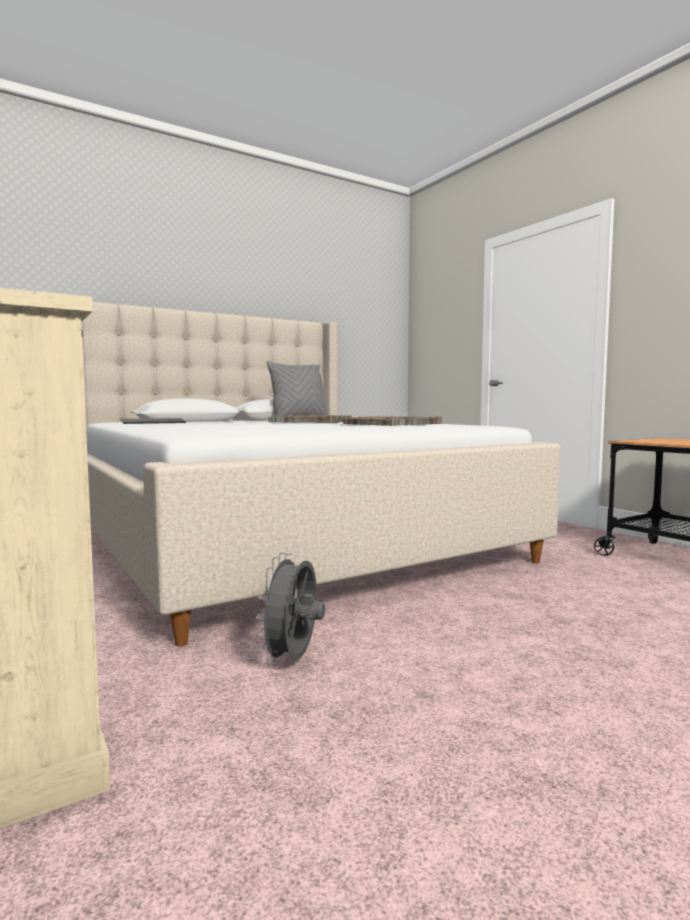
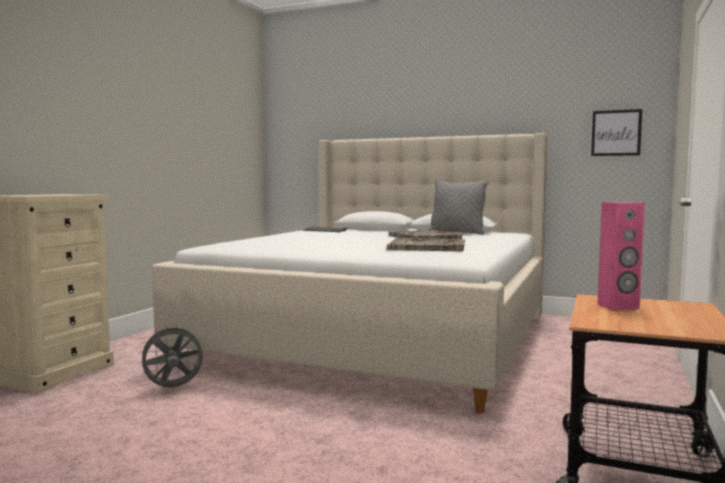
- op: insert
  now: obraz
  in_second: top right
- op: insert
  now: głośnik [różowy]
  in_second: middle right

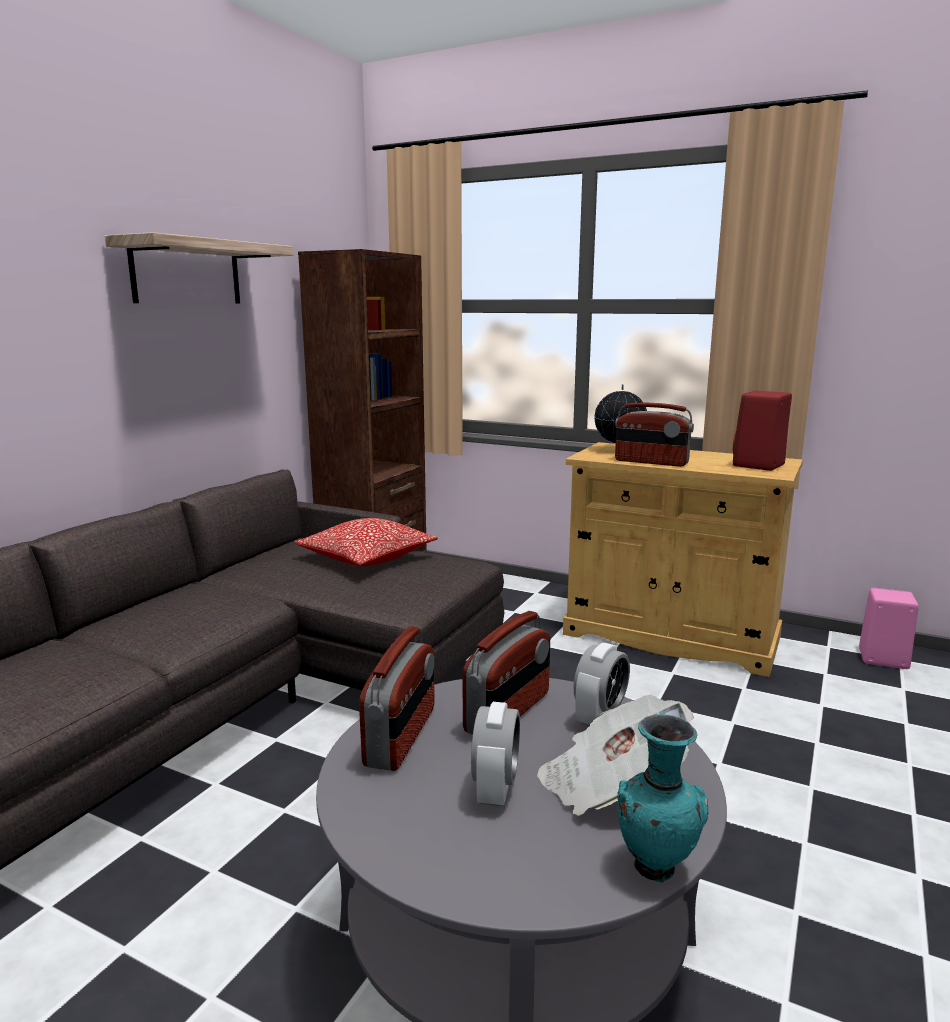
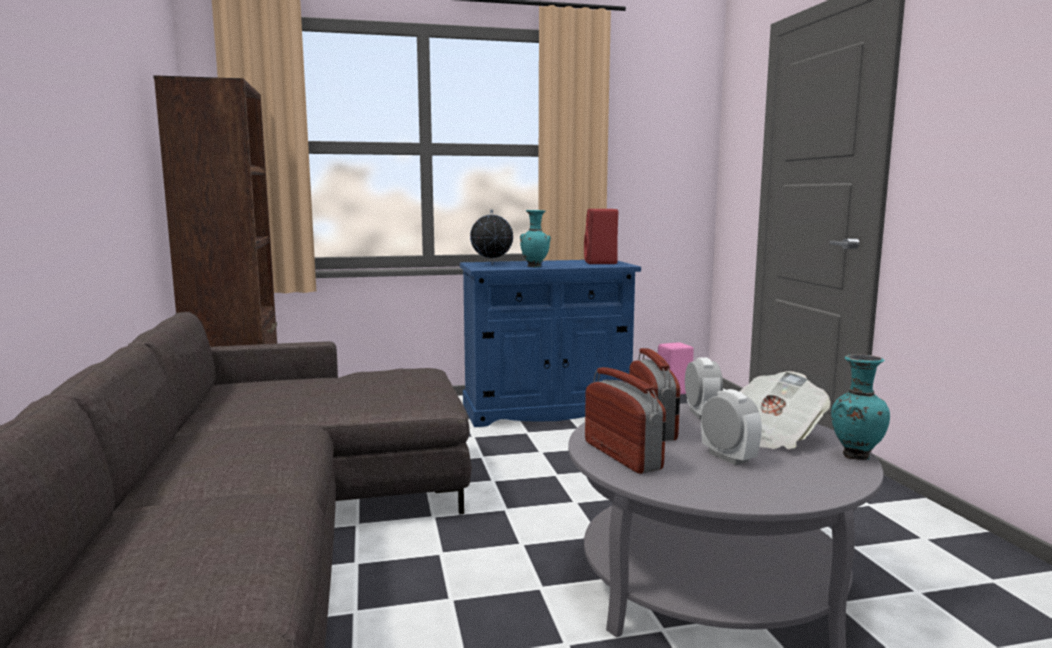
- op: delete
  was: półka
  in_first: top left
- op: delete
  was: poduszka
  in_first: centre
- op: replace
  was: radio (3rd from left)
  now: wazon [turkusowy] (1st from left)
  in_first: middle right
  in_second: centre
- op: recolor
  was: szafka [beżowy]
  now: szafka [niebieski]
  in_first: middle right
  in_second: centre

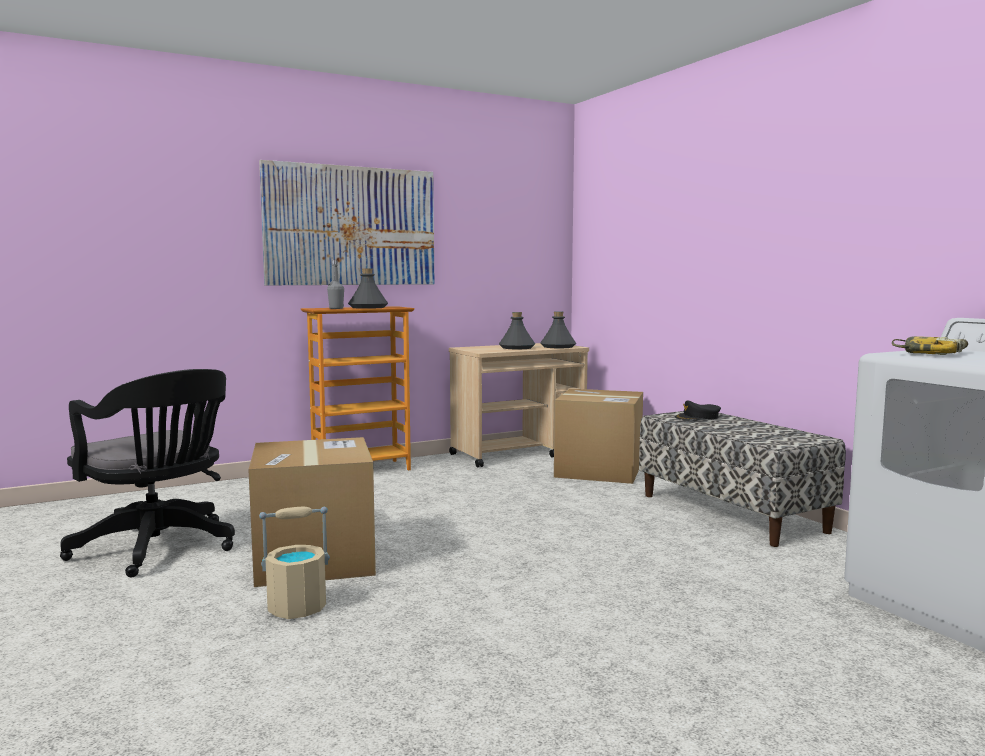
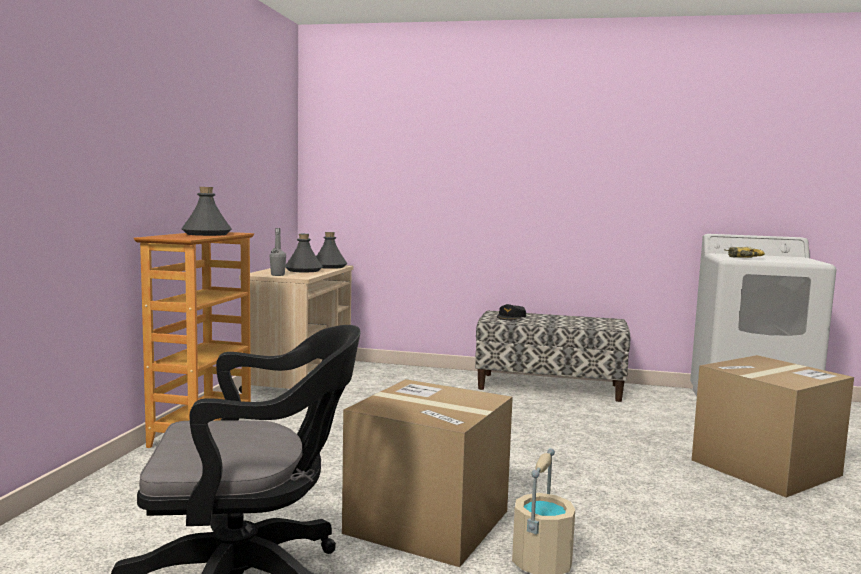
- op: delete
  was: obraz
  in_first: top centre
- op: move
  was: butelka [szary] (1st from left in the first image)
  now: butelka [szary] (2nd from left)
  in_first: centre
  in_second: middle left
- op: move
  was: karton (2nd from left)
  in_first: centre
  in_second: bottom right

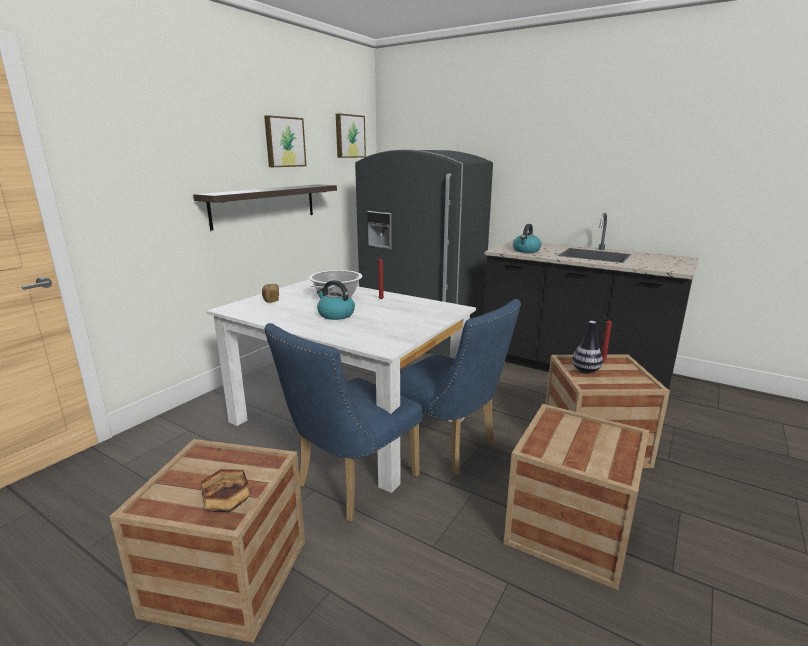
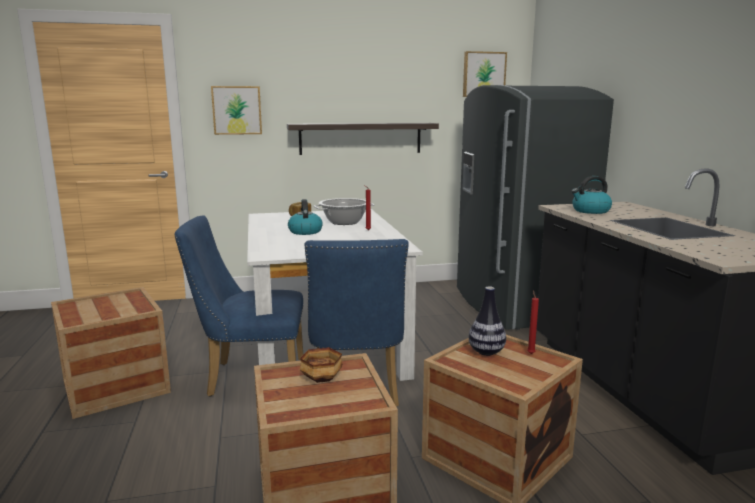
- op: move
  was: miska
  in_first: bottom left
  in_second: bottom centre
- op: move
  was: obraz (1st from left)
  in_first: top centre
  in_second: top left

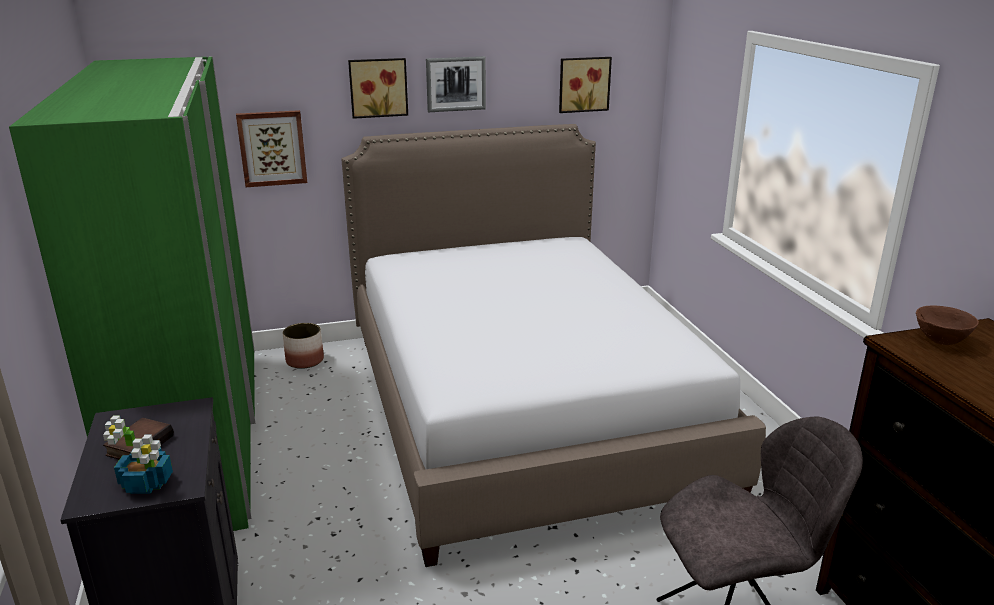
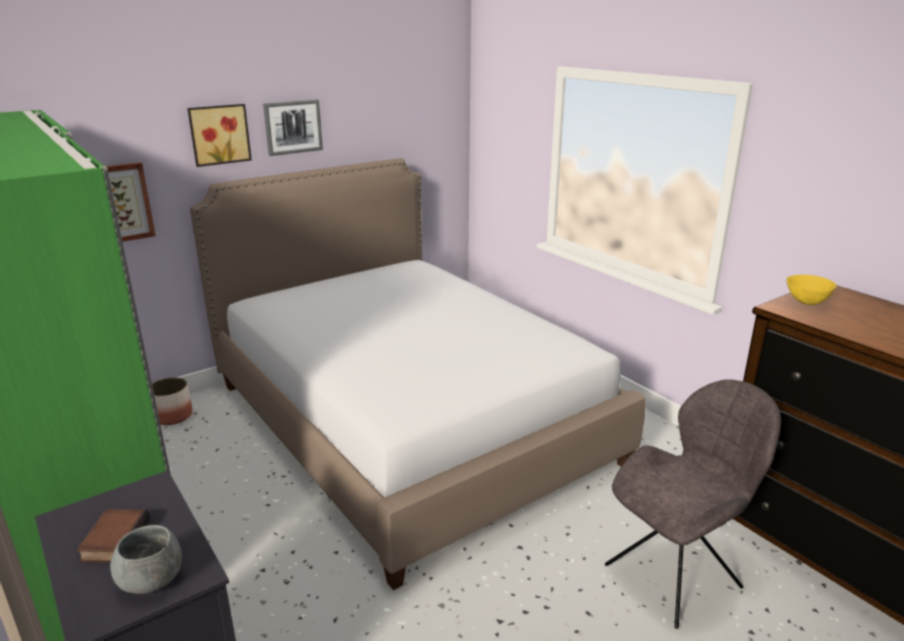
- op: delete
  was: obraz (4th from left)
  in_first: top centre
- op: replace
  was: roślina doniczkowa
  now: miska [szary]
  in_first: bottom left
  in_second: bottom left
- op: recolor
  was: miska [brązowy]
  now: miska [żółty]
  in_first: middle right
  in_second: middle right

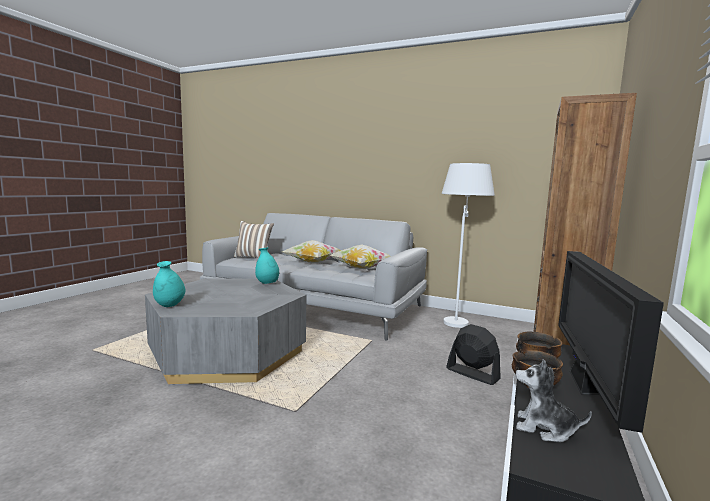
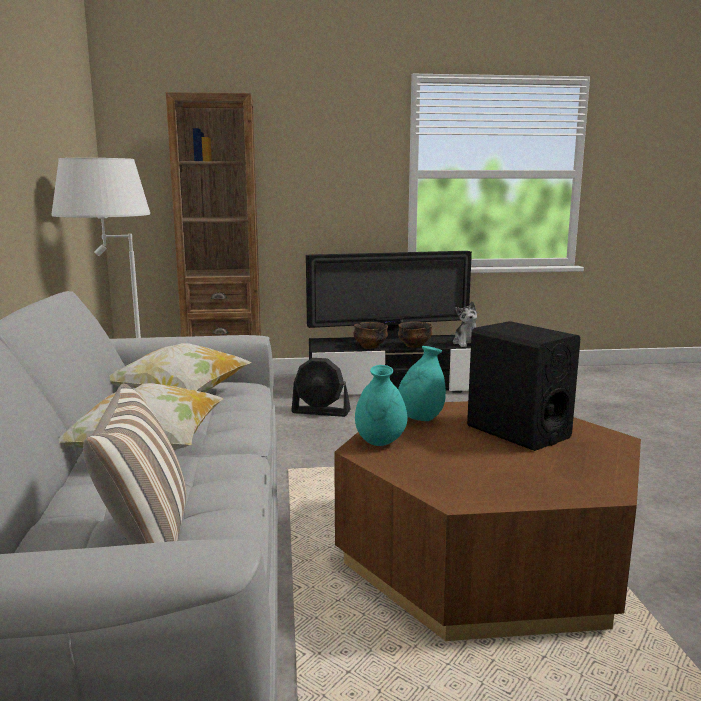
- op: insert
  now: głośnik [czarny]
  in_second: middle right
- op: move
  was: wazon [turkusowy] (1st from left in the first image)
  now: wazon [turkusowy] (2nd from left)
  in_first: middle left
  in_second: centre
- op: recolor
  was: ława [szary]
  now: ława [brązowy]
  in_first: middle left
  in_second: bottom right
- op: rotate
  was: wentylator [czarny]
  in_first: bottom centre
  in_second: centre
  clockwise: -90

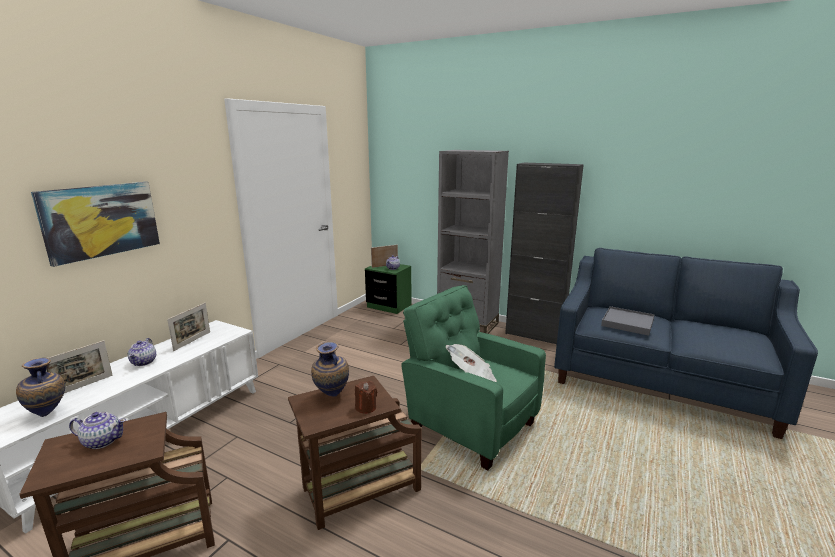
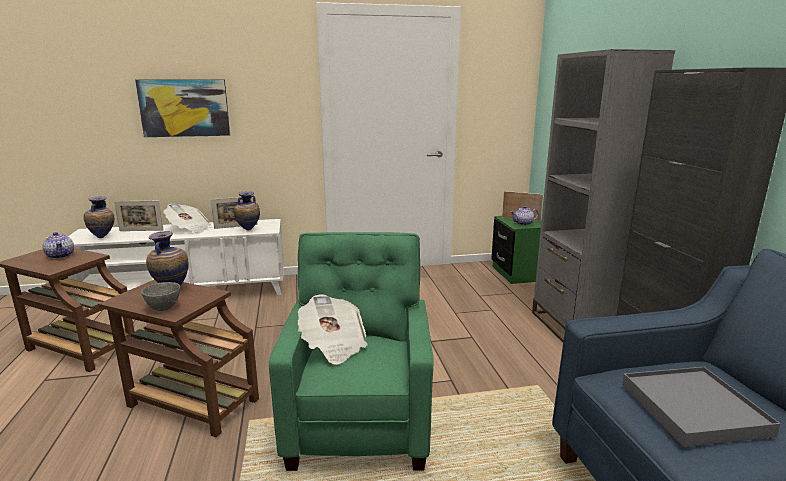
- op: insert
  now: wazon (3rd from left)
  in_second: middle left
- op: replace
  was: imbryk (2nd from left)
  now: gazeta (1st from left)
  in_first: middle left
  in_second: middle left
- op: replace
  was: świeca [brązowy]
  now: miska [szary]
  in_first: bottom centre
  in_second: middle left

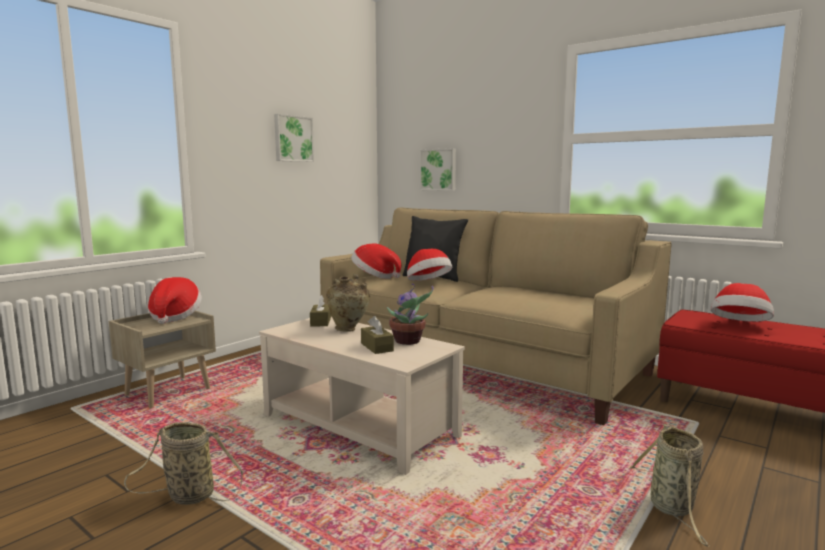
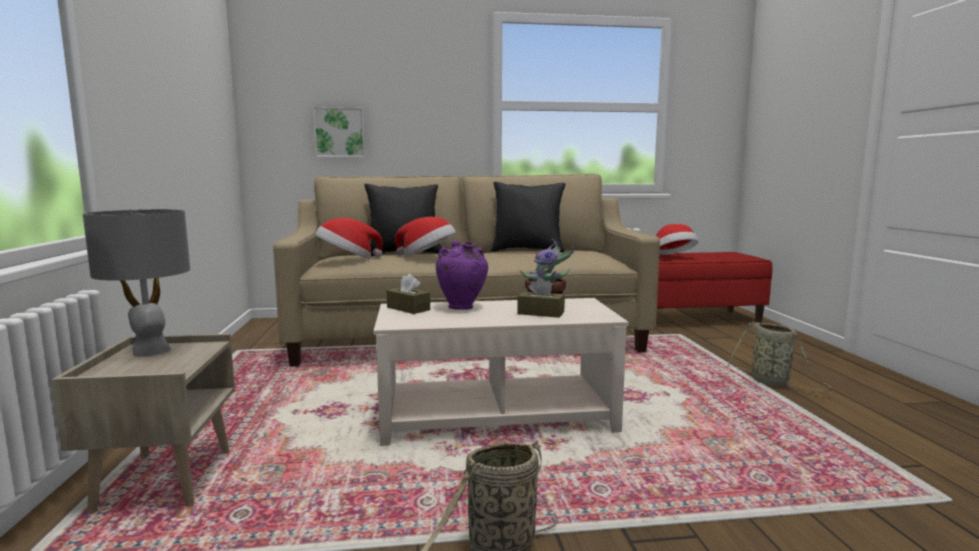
- op: delete
  was: obraz (1st from left)
  in_first: top centre
- op: insert
  now: poduszka [czarny] (2nd from left)
  in_second: centre
- op: replace
  was: kapelusz (1st from left)
  now: lampa stołowa [szary]
  in_first: middle left
  in_second: middle left
- op: recolor
  was: wazon [beżowy]
  now: wazon [fioletowy]
  in_first: centre
  in_second: centre

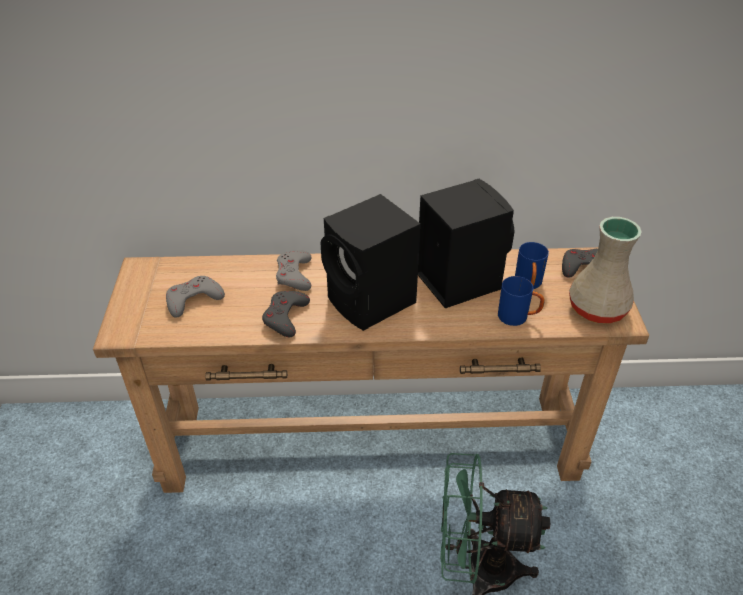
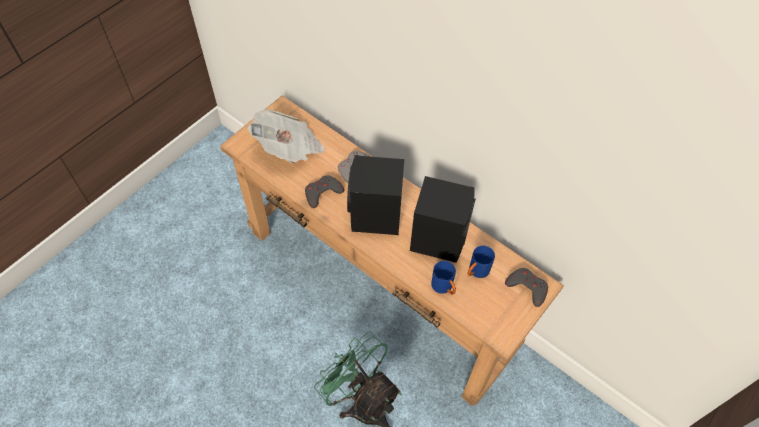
- op: delete
  was: wazon [beżowy]
  in_first: middle right
- op: replace
  was: pad do gier [szary] (1st from left)
  now: gazeta
  in_first: middle left
  in_second: top centre

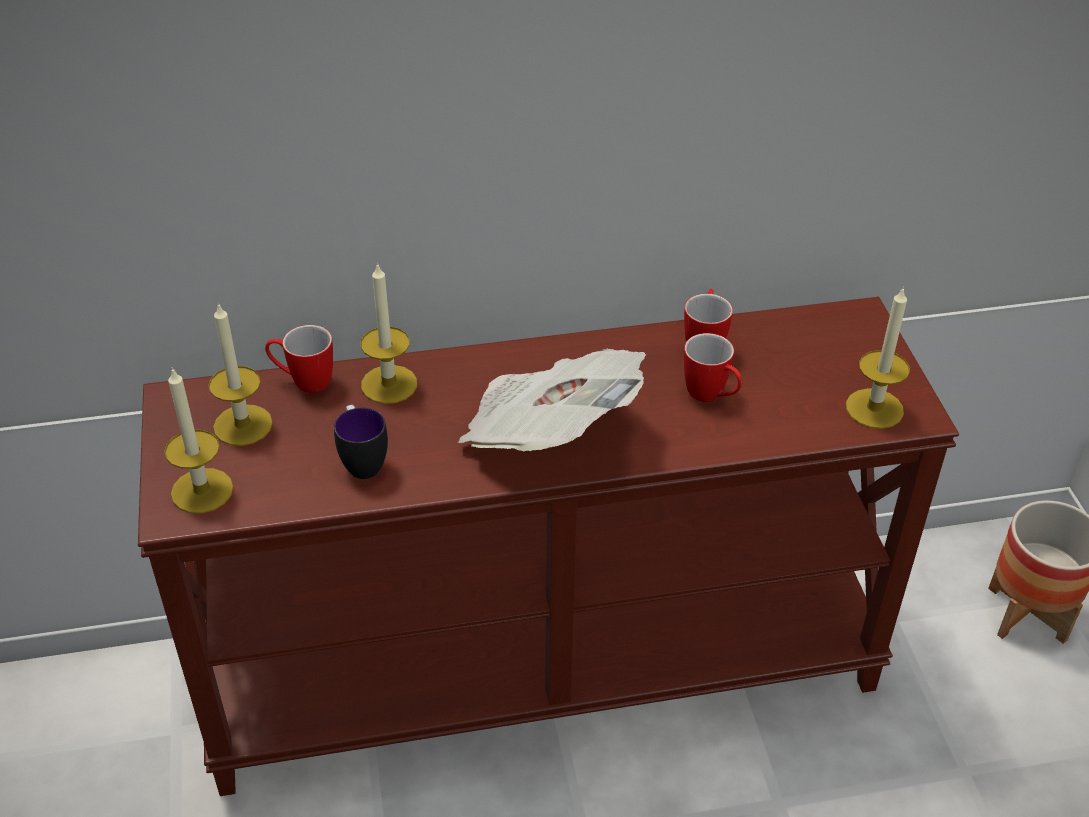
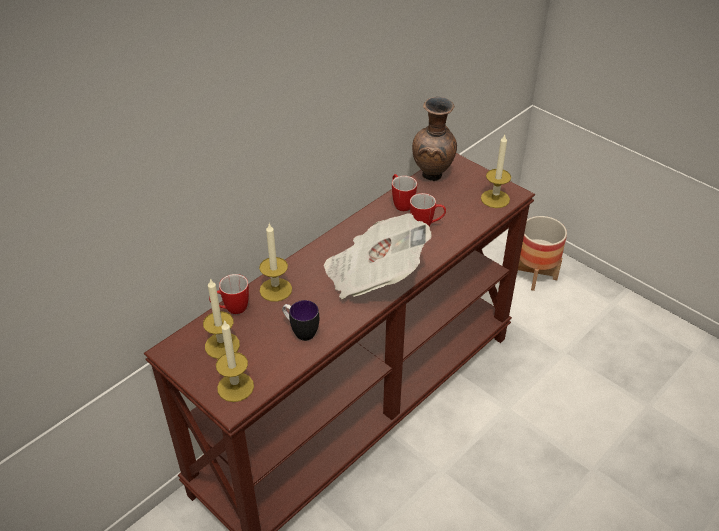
- op: insert
  now: wazon [brązowy]
  in_second: top centre

